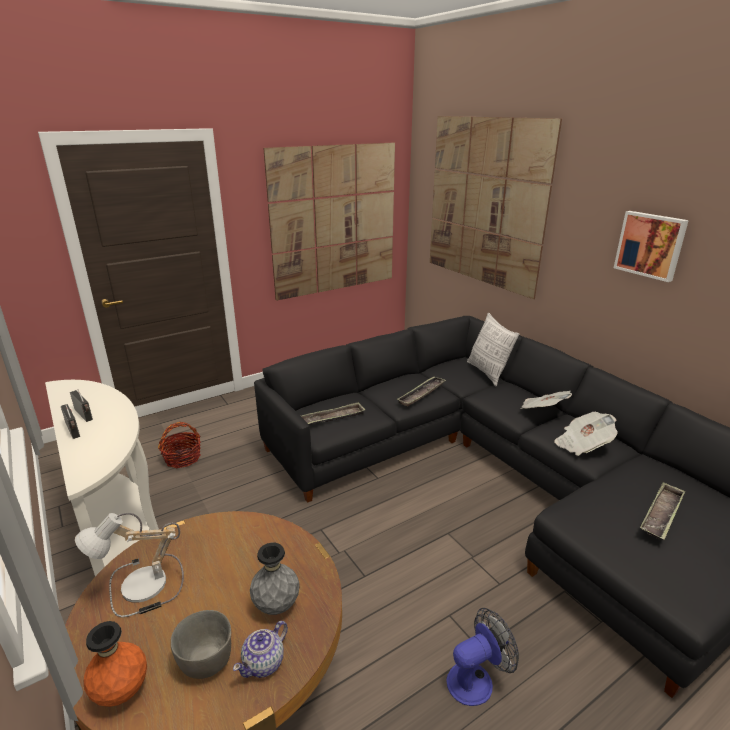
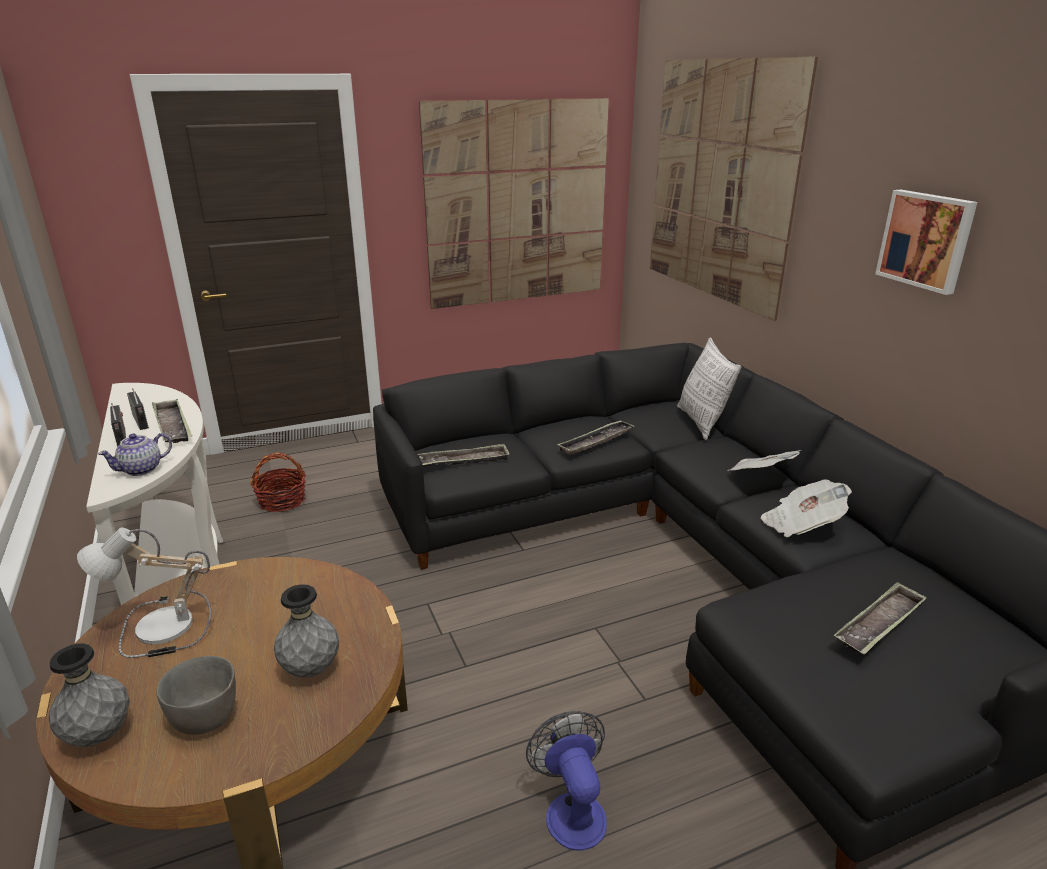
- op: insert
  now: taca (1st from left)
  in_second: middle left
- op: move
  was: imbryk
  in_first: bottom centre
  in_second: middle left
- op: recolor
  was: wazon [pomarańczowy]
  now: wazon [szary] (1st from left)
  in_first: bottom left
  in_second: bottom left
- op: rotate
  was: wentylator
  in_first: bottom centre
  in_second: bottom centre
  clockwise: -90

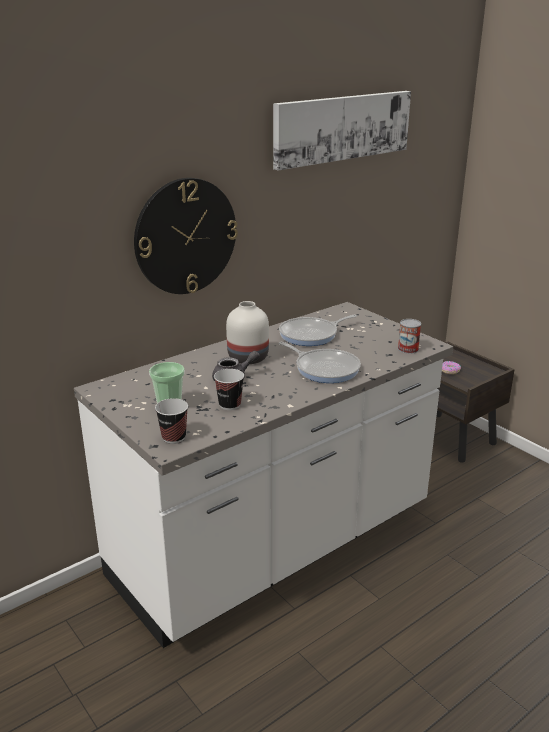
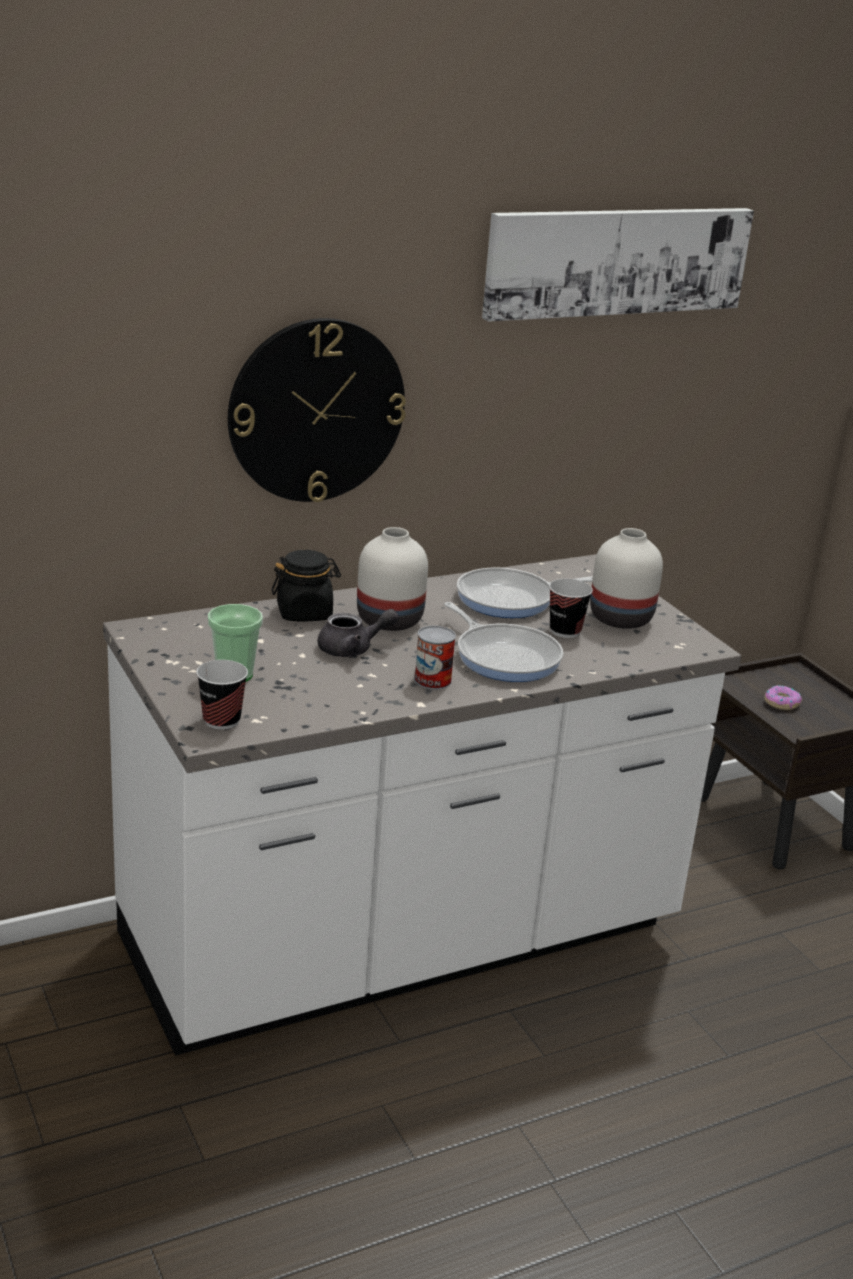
- op: insert
  now: słoik [czarny]
  in_second: centre
- op: insert
  now: wazon [biały] (2nd from left)
  in_second: middle right
- op: move
  was: filiżanka (3rd from left)
  in_first: centre
  in_second: middle right
- op: move
  was: puszka
  in_first: middle right
  in_second: centre

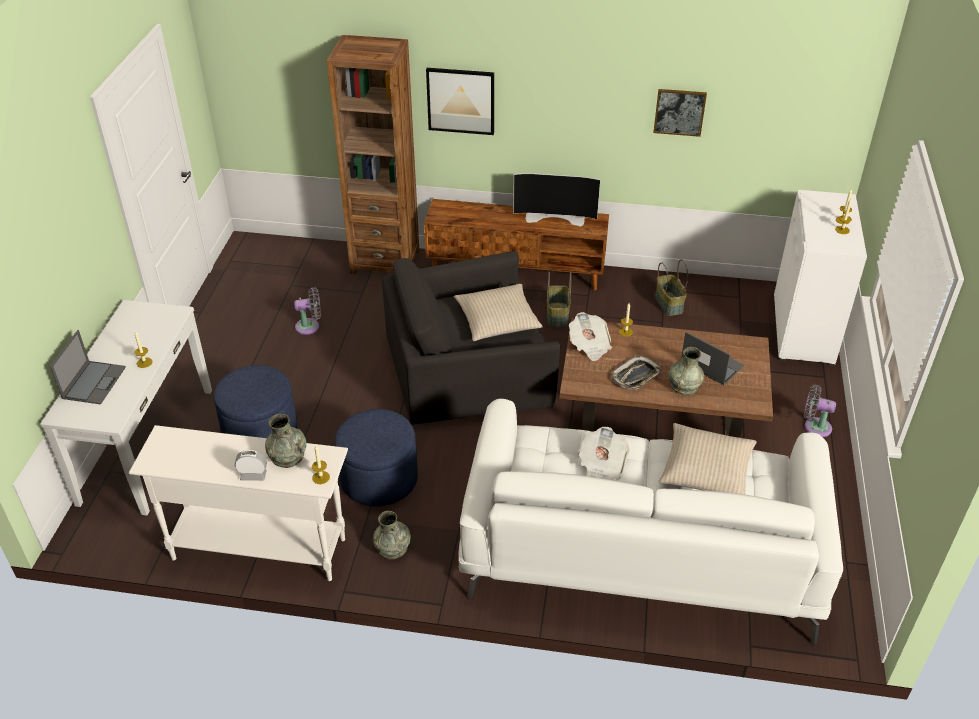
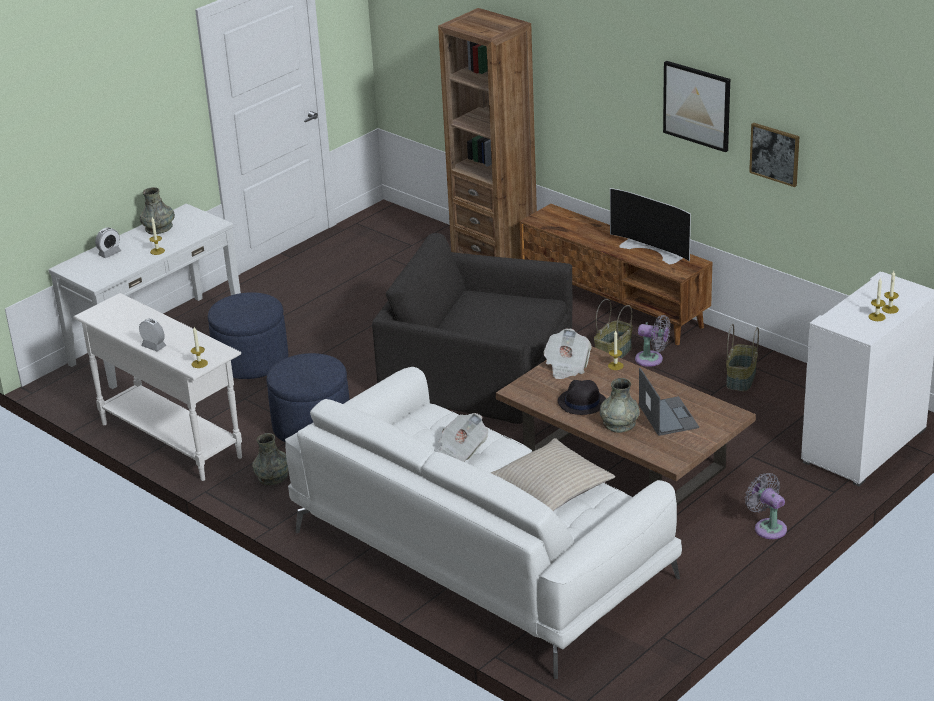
- op: delete
  was: poduszka [beżowy] (1st from left)
  in_first: centre
- op: move
  was: wazon [szary] (1st from left)
  in_first: middle left
  in_second: top left
- op: move
  was: wentylator [szary] (1st from left)
  in_first: middle left
  in_second: middle right
- op: move
  was: obraz (1st from left)
  in_first: top centre
  in_second: top right
- op: replace
  was: laptop (1st from left)
  now: budzik (1st from left)
  in_first: middle left
  in_second: middle left
- op: replace
  was: taca
  now: kapelusz [czarny]
  in_first: centre
  in_second: centre

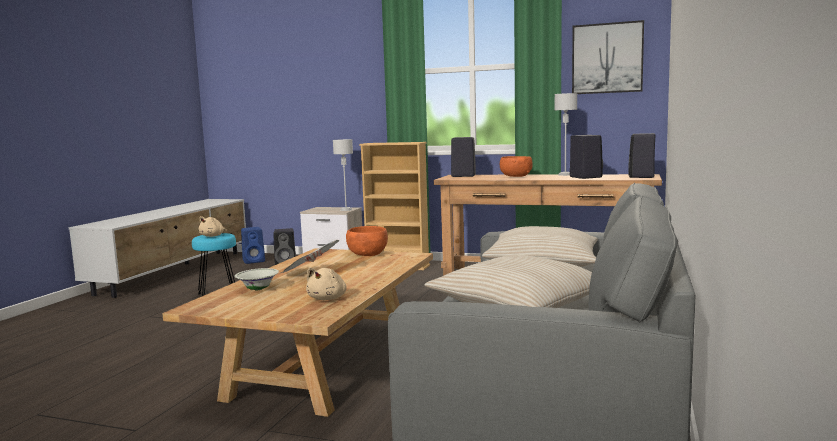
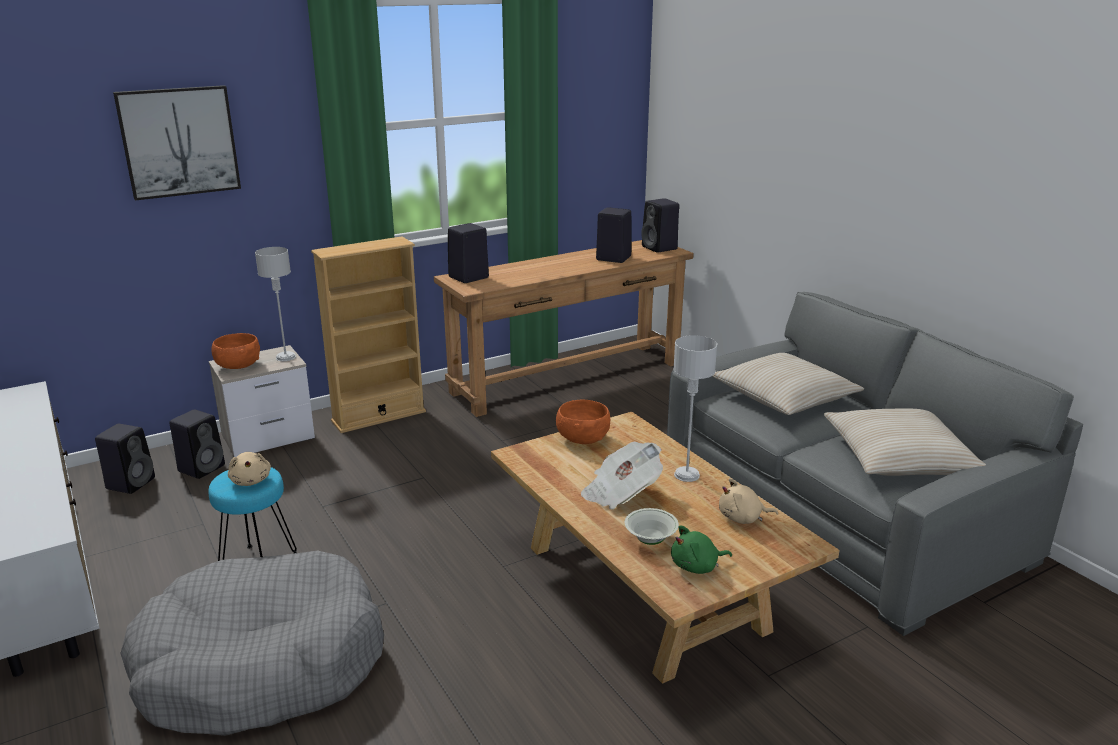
- op: insert
  now: legowisko [szary]
  in_second: bottom left
- op: insert
  now: pluszak [zielony]
  in_second: bottom centre
- op: move
  was: miska [pomarańczowy] (2nd from left in the first image)
  now: miska [pomarańczowy] (1st from left)
  in_first: centre
  in_second: middle left
- op: move
  was: lampa stołowa [szary] (2nd from left)
  in_first: top right
  in_second: centre
- op: move
  was: obraz
  in_first: top right
  in_second: top left
- op: recolor
  was: głośnik [niebieski]
  now: głośnik [czarny] (1st from left)
  in_first: middle left
  in_second: middle left
- op: rotate
  was: pluszak [beżowy] (2nd from left)
  in_first: centre
  in_second: bottom right
  clockwise: 120

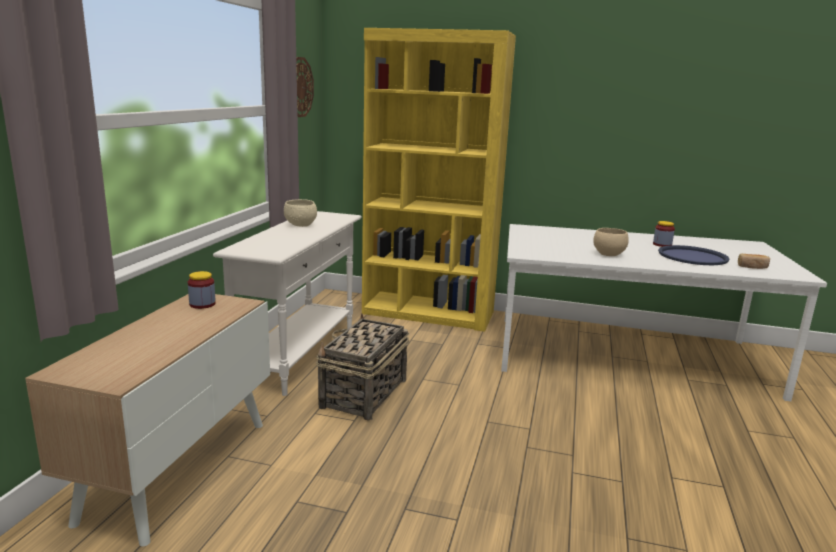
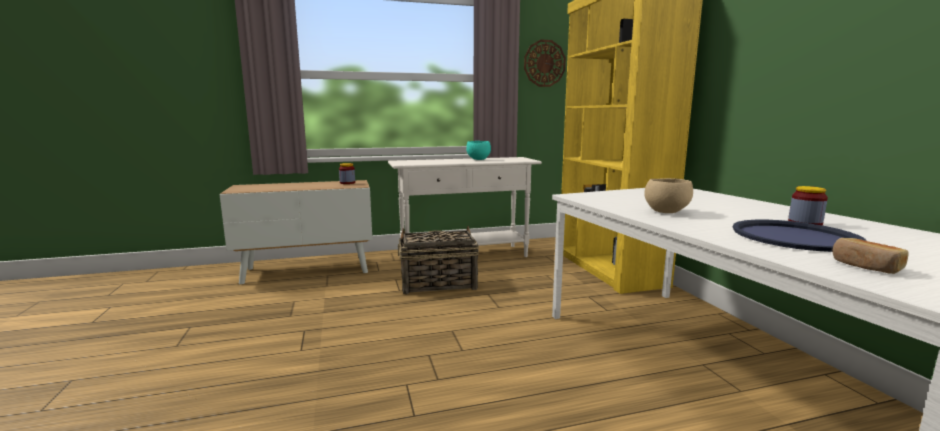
- op: recolor
  was: miska [beżowy] (1st from left)
  now: miska [turkusowy]
  in_first: centre
  in_second: centre

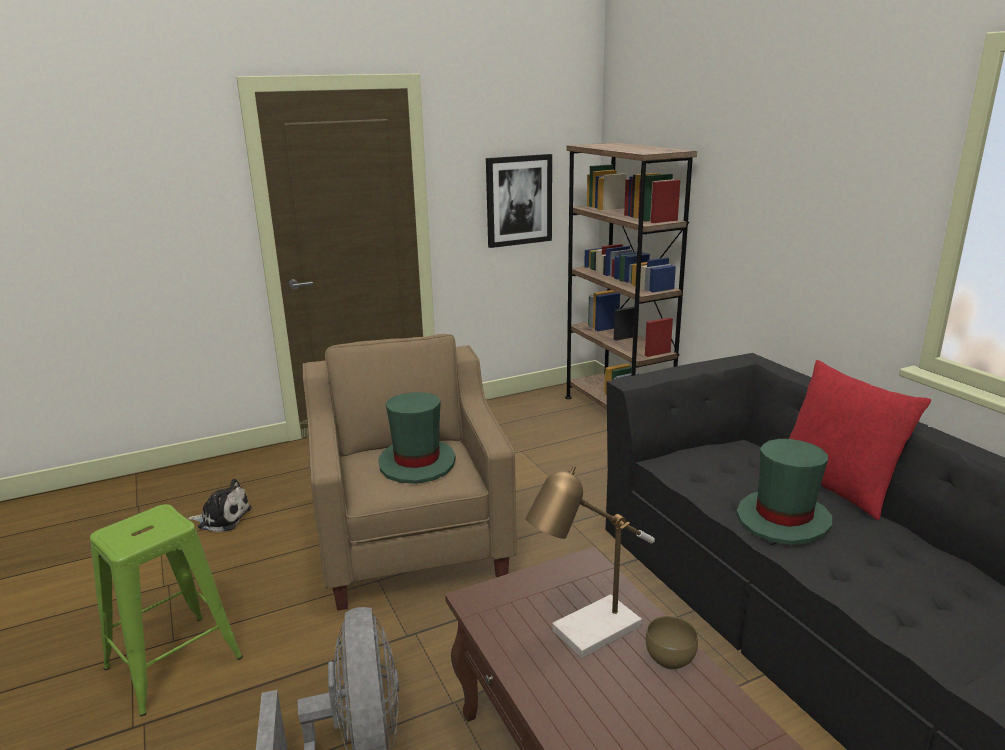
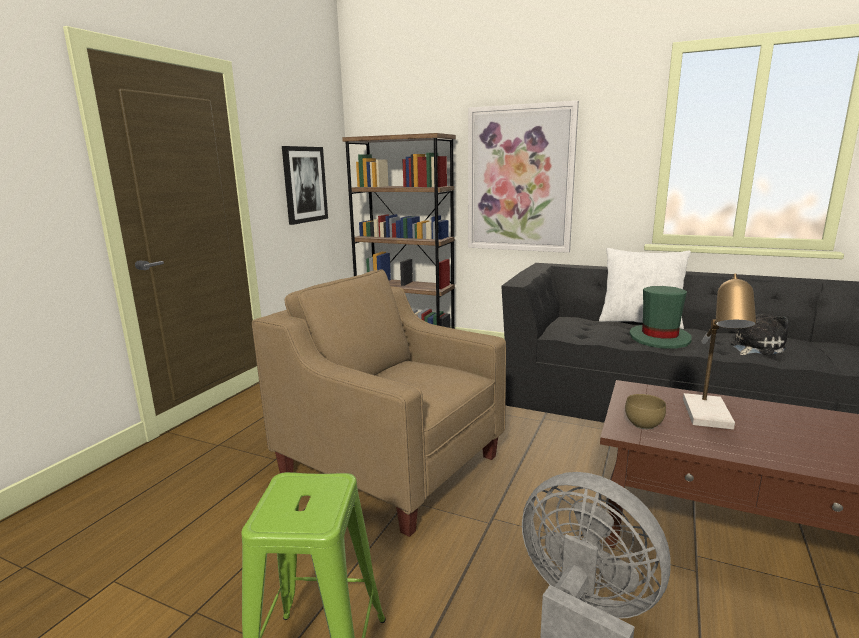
- op: delete
  was: kapelusz [zielony] (1st from left)
  in_first: centre
- op: insert
  now: obraz (2nd from left)
  in_second: top centre
- op: move
  was: pluszak
  in_first: bottom left
  in_second: middle right
- op: move
  was: miska [brązowy]
  in_first: bottom right
  in_second: middle right
- op: recolor
  was: poduszka [czerwony]
  now: poduszka [biały]
  in_first: middle right
  in_second: middle right

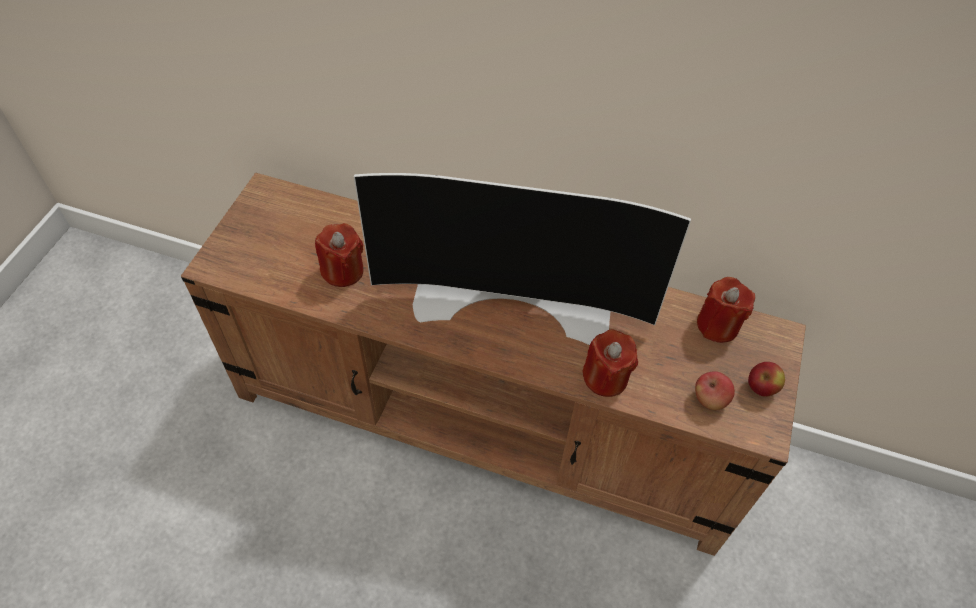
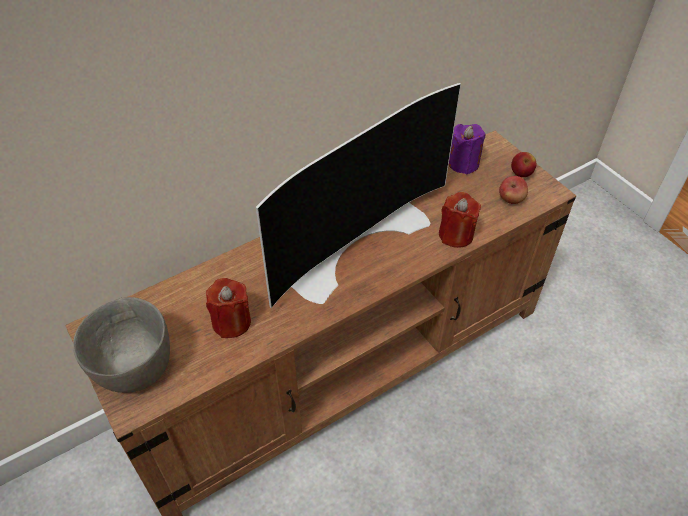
- op: insert
  now: miska [szary]
  in_second: bottom left
- op: recolor
  was: świeca [czerwony] (3rd from left)
  now: świeca [fioletowy]
  in_first: middle right
  in_second: top right

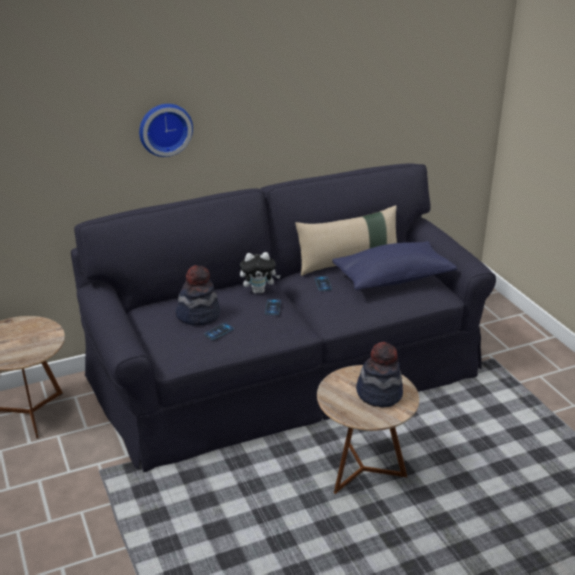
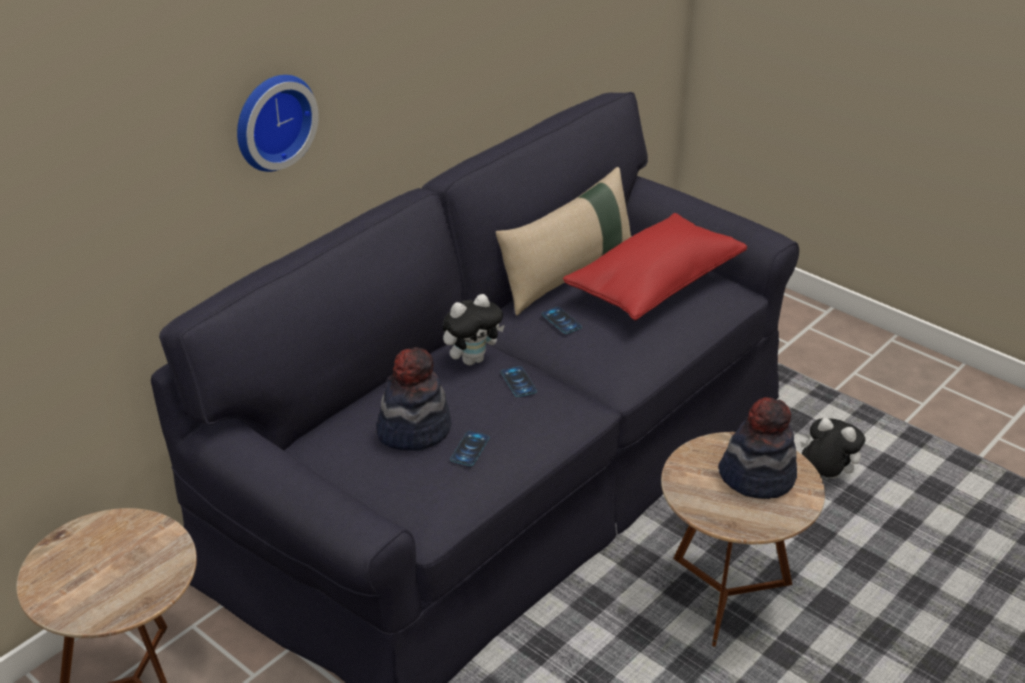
- op: insert
  now: pluszak (2nd from left)
  in_second: middle right
- op: recolor
  was: poduszka [niebieski]
  now: poduszka [czerwony]
  in_first: middle right
  in_second: centre

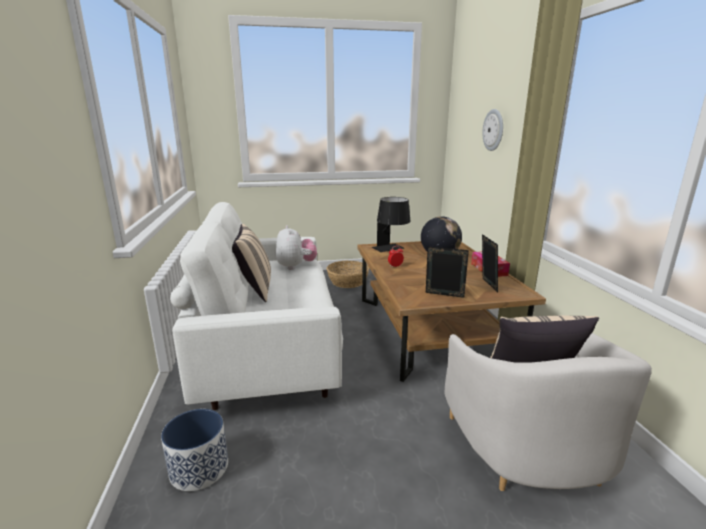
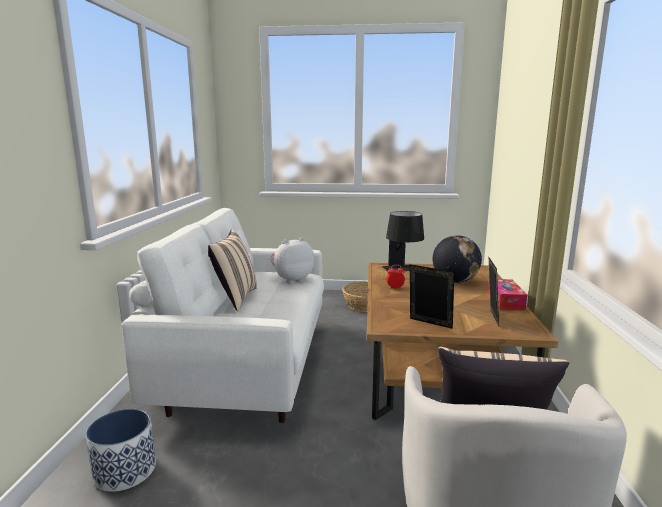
- op: delete
  was: zegar ścienny
  in_first: top right
- op: rotate
  was: pluszak
  in_first: centre
  in_second: centre
  clockwise: -120

